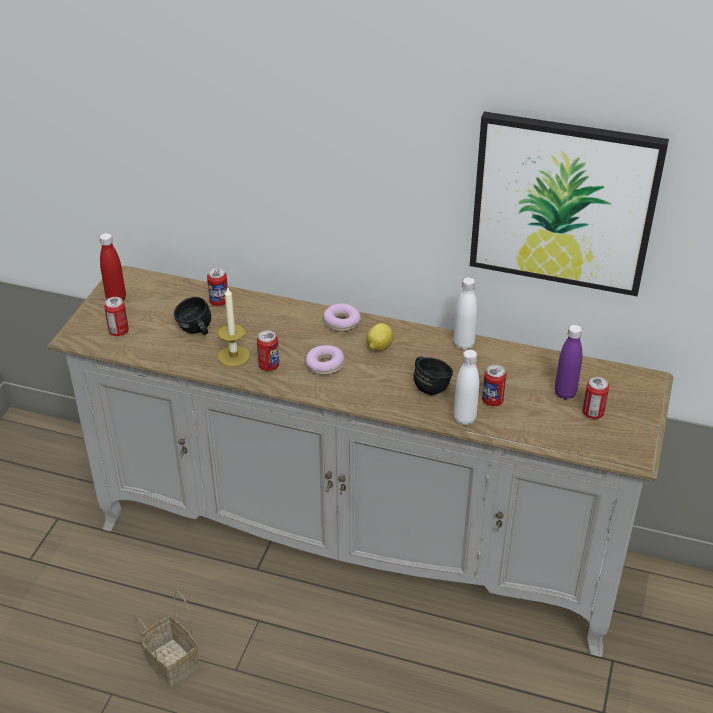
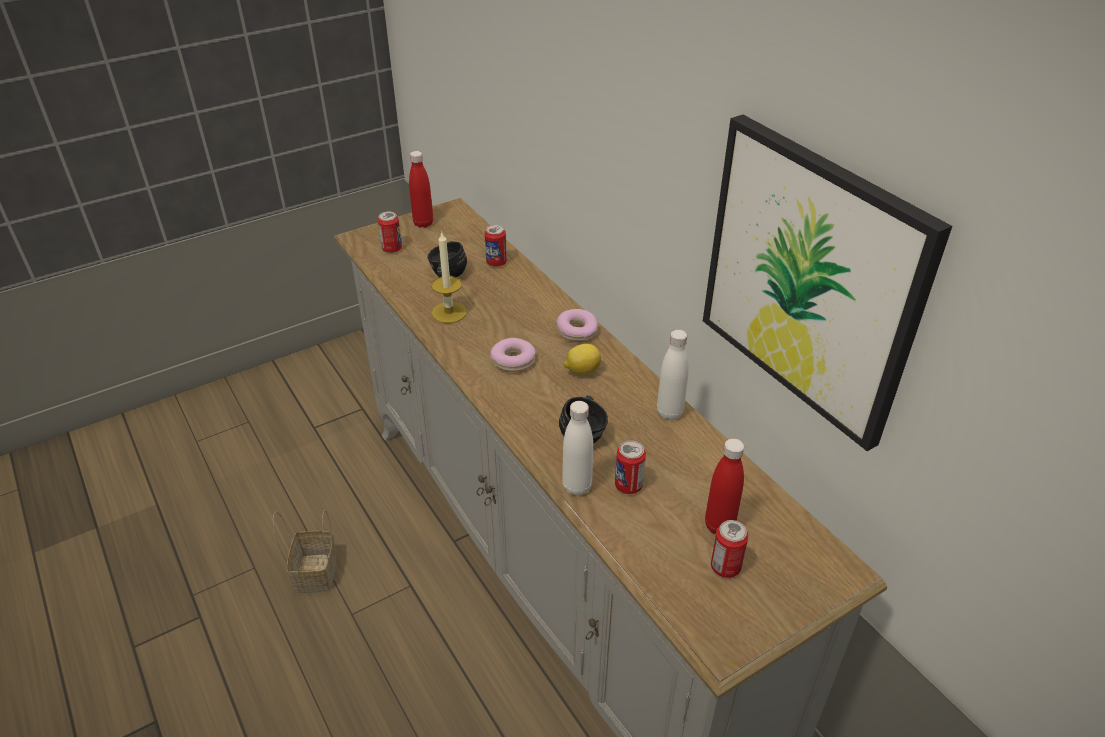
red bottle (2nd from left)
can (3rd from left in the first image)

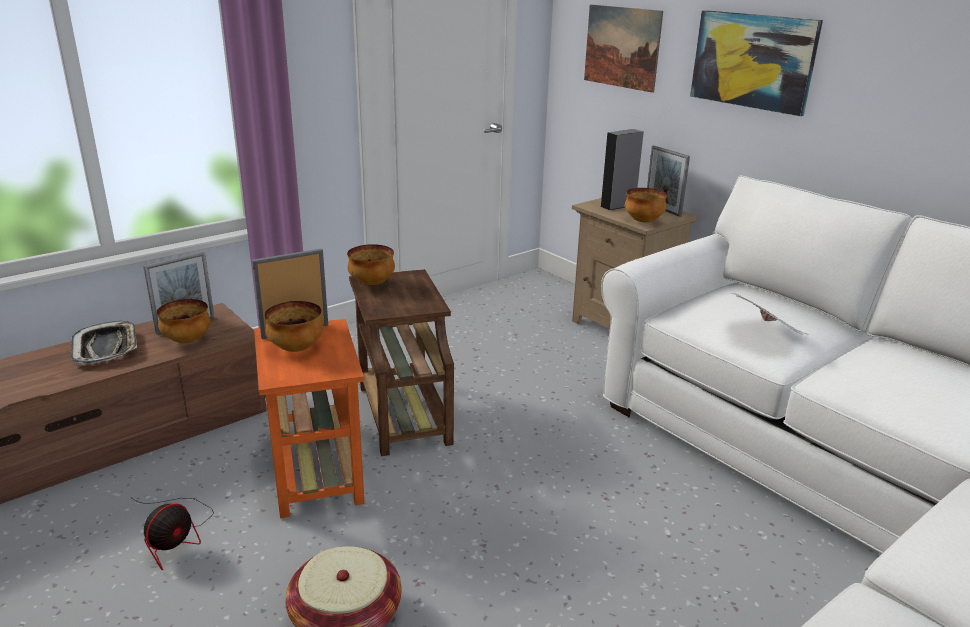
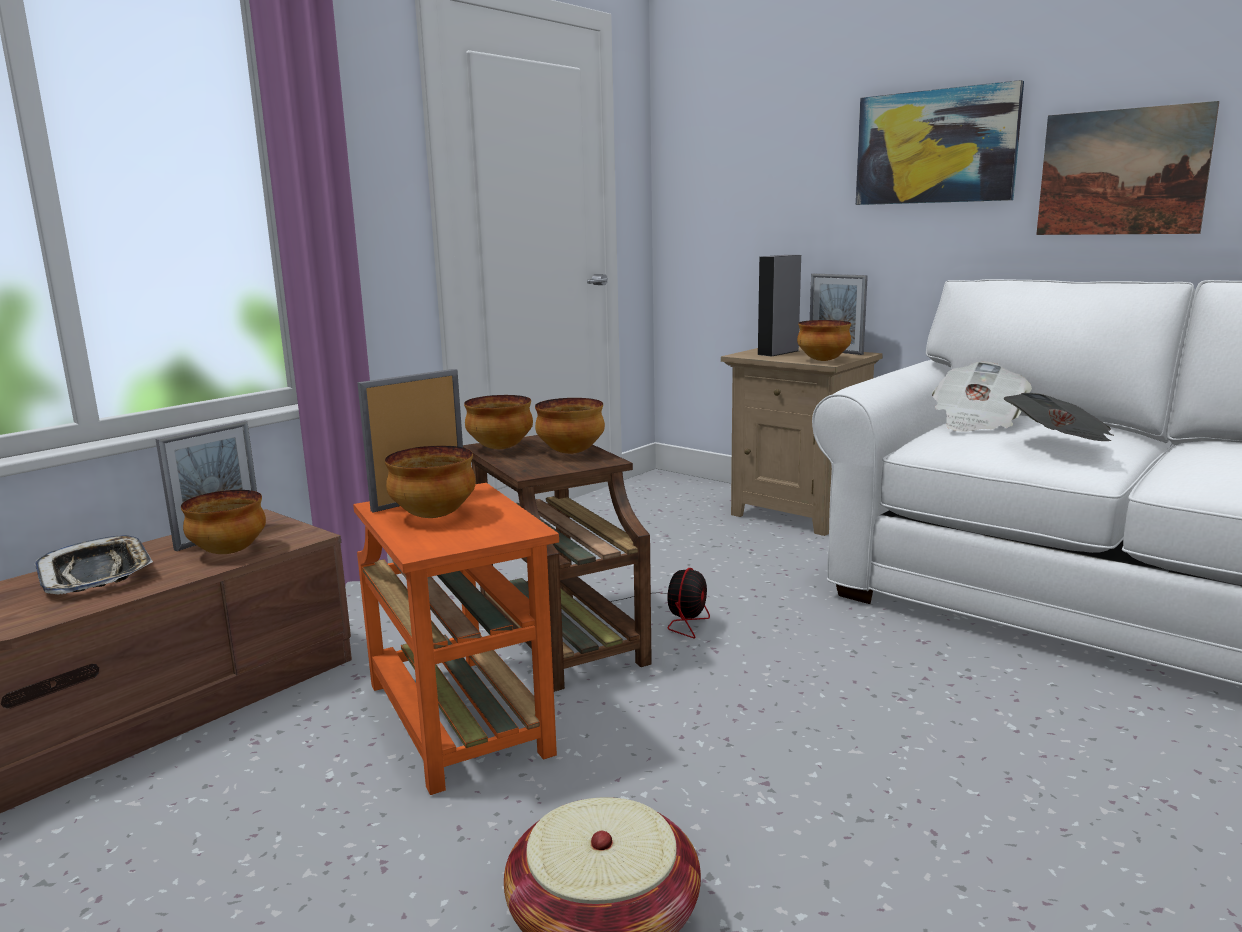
picture (2nd from left)
fan
newspaper (1st from left)
bowl (4th from left)

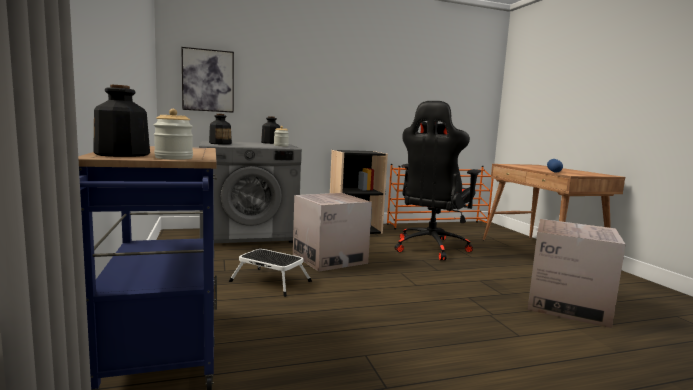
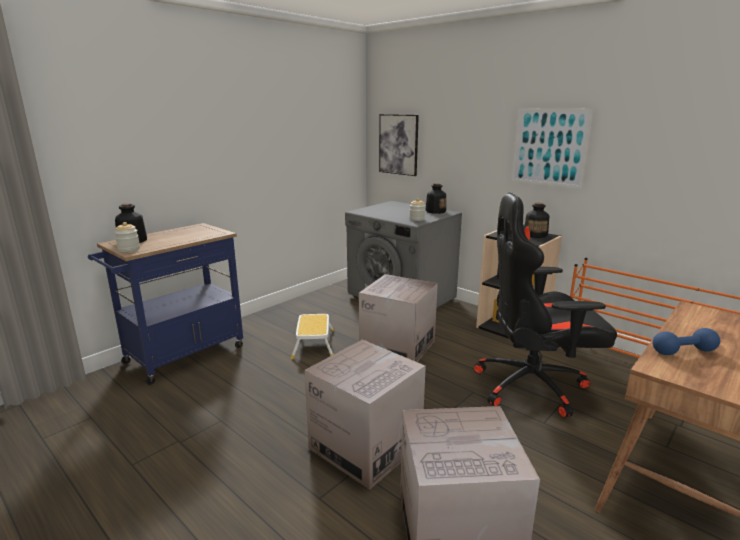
bottle (3rd from left)
yellow step ladder
picture (2nd from left)
cardboard box (1st from left)

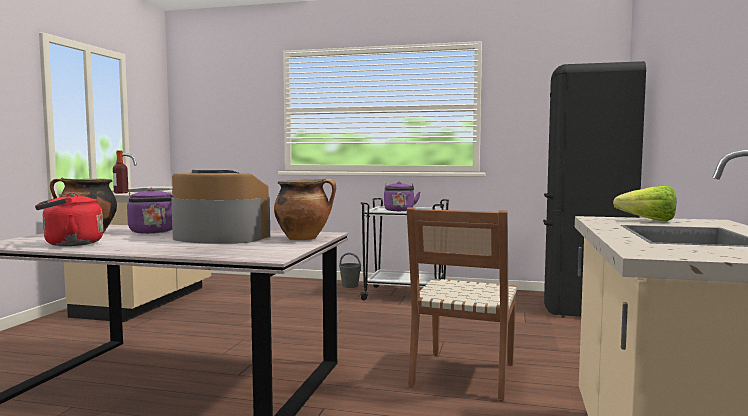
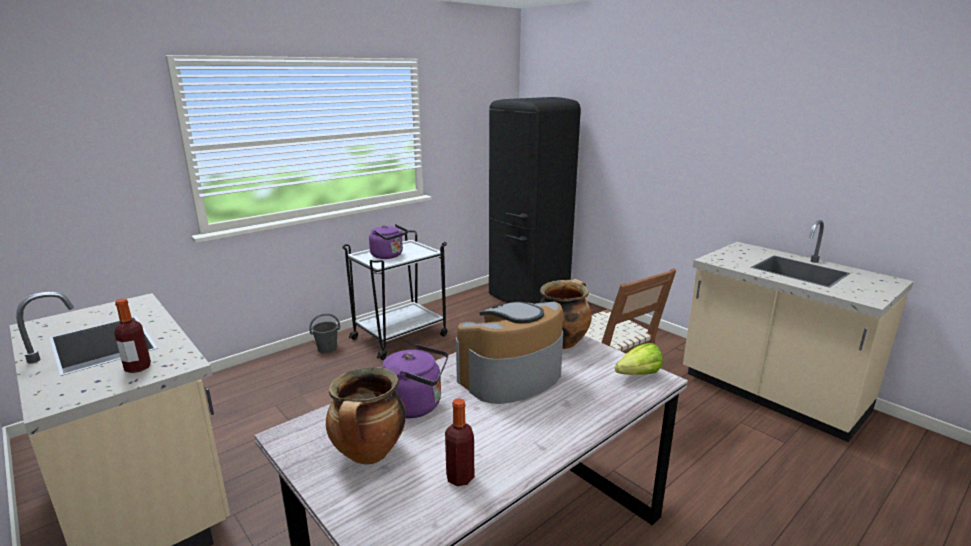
lettuce
bottle (2nd from left)

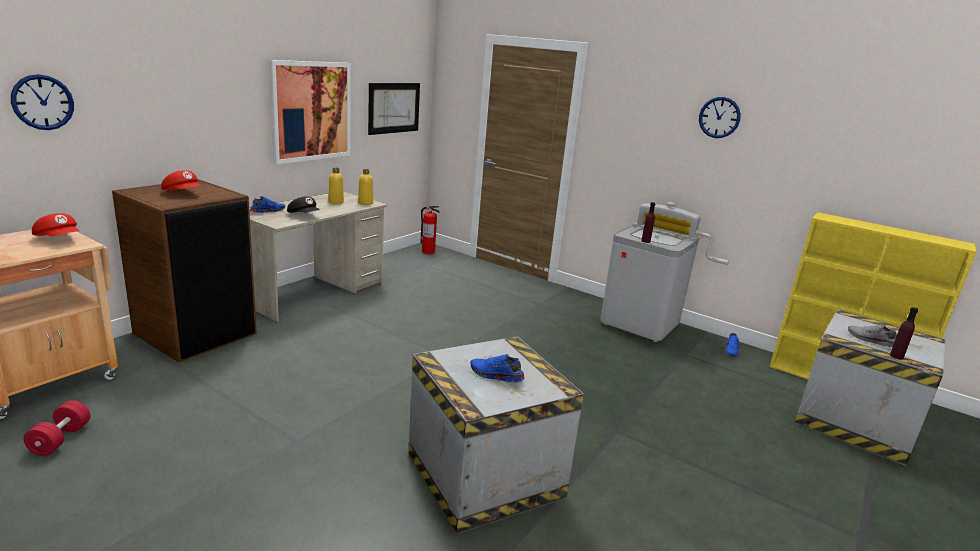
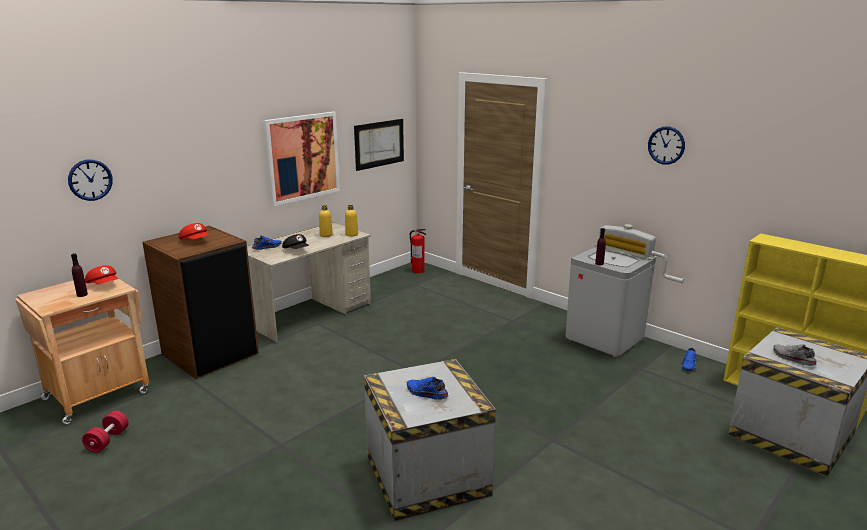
purple bottle (1st from left)

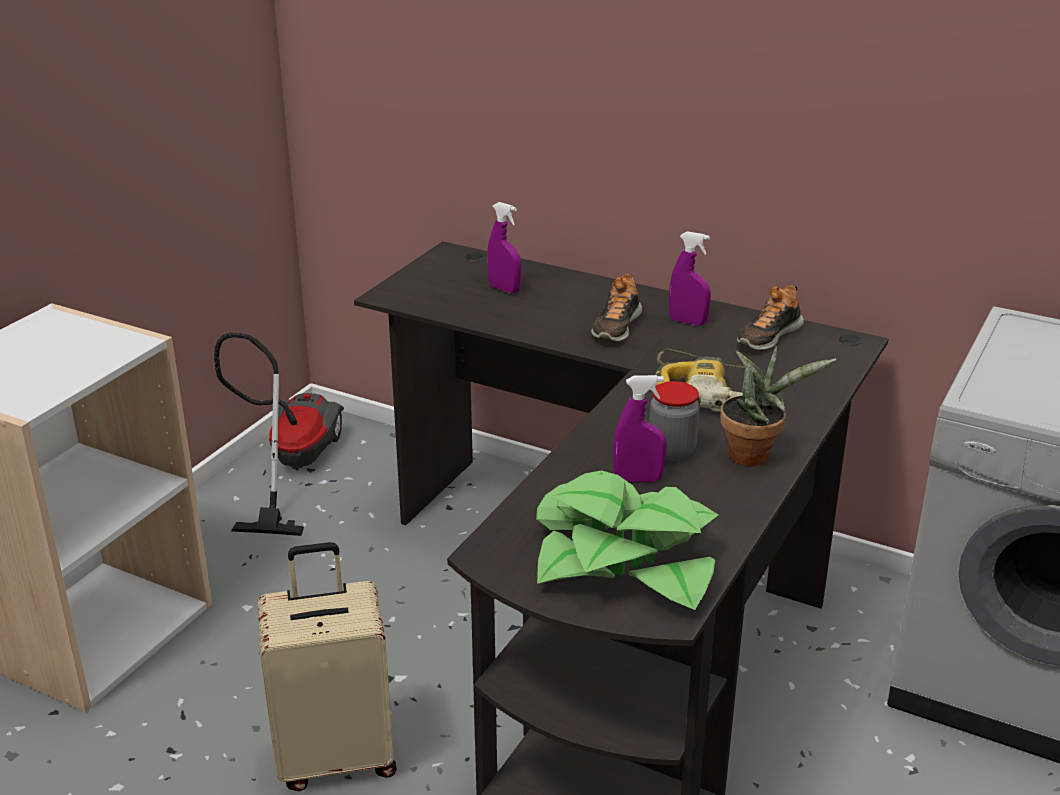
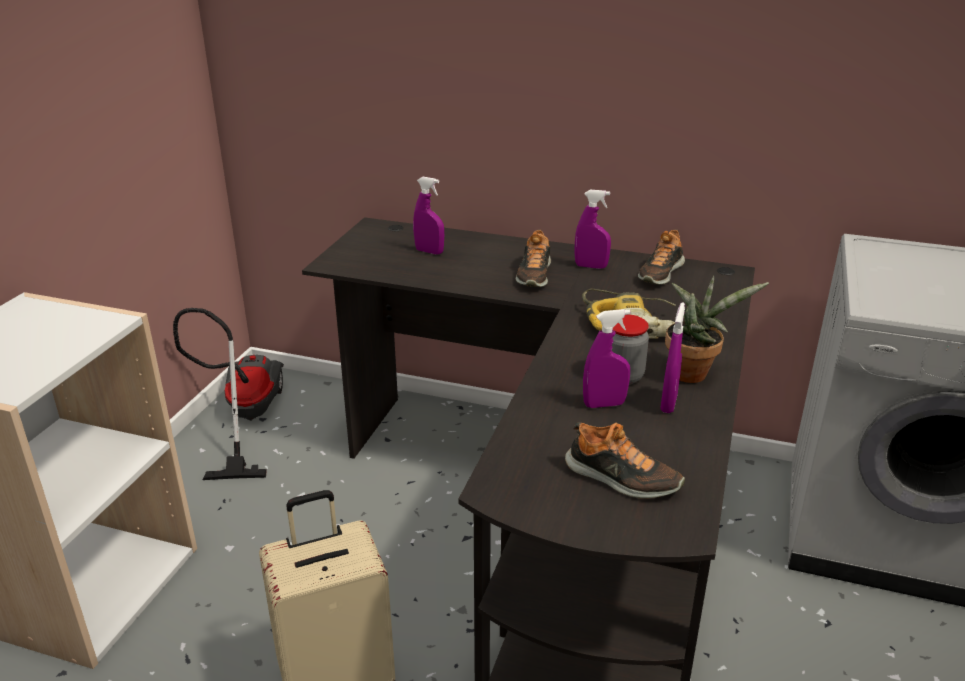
shoe (2nd from left)
purple spray bottle (4th from left)

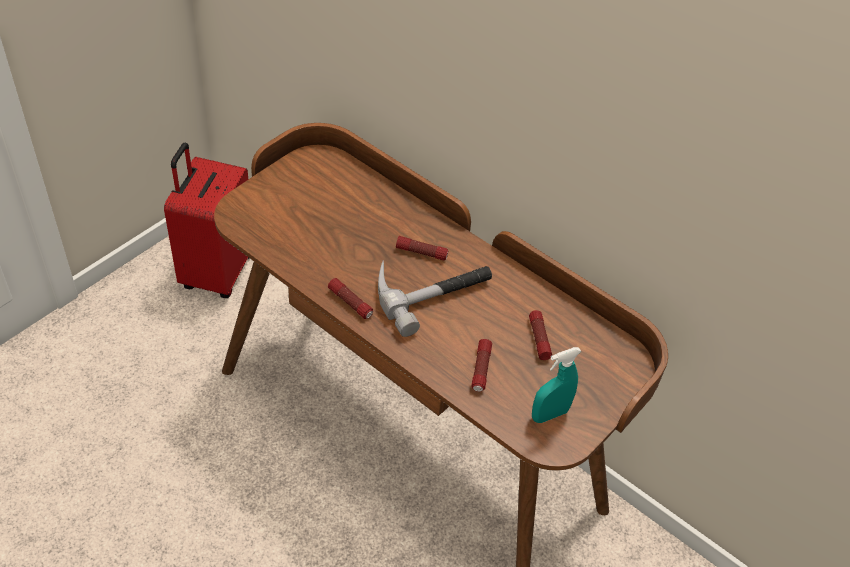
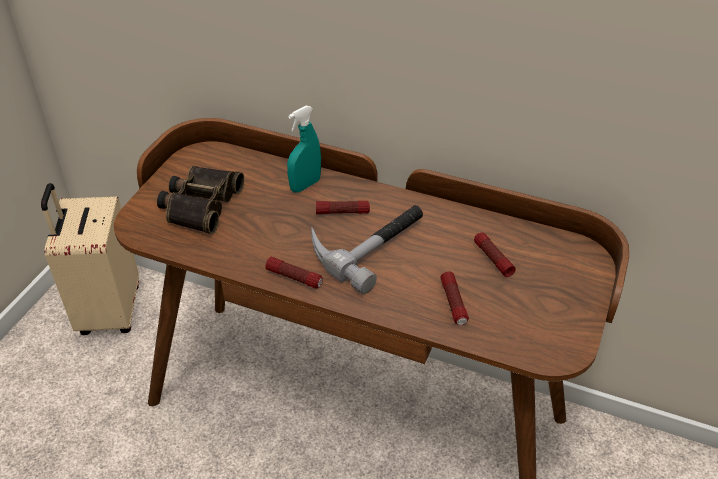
beige suitcase
turquoise spray bottle
binoculars

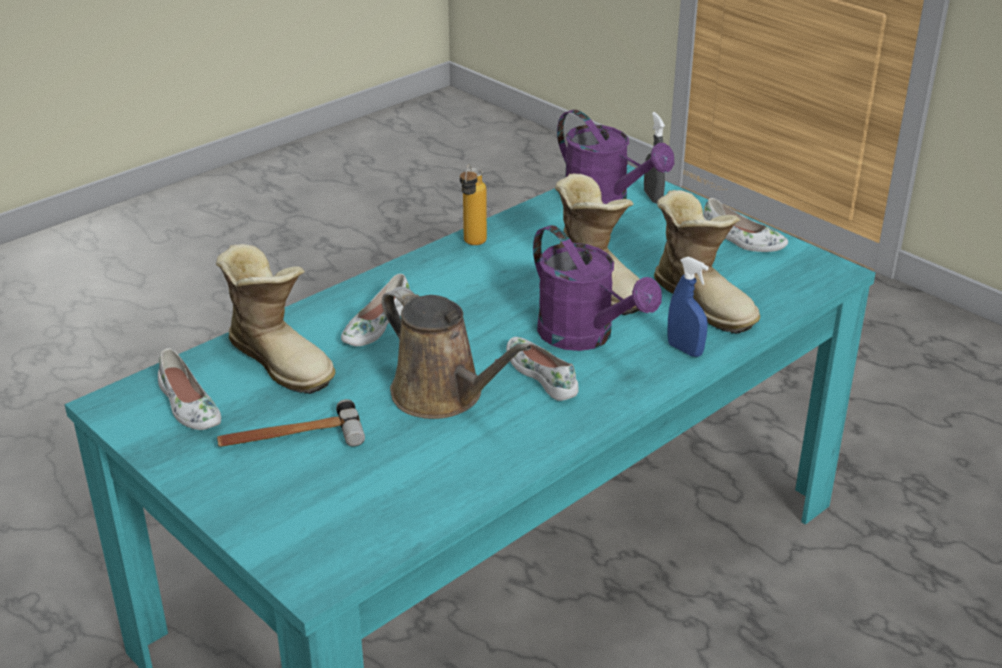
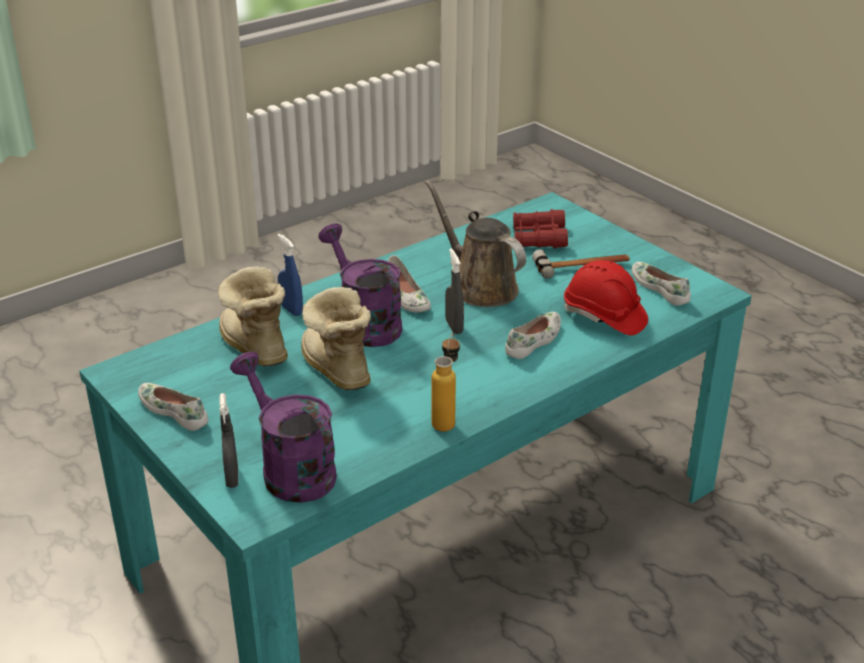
red hard hat
red binoculars
grey spray bottle (2nd from left)

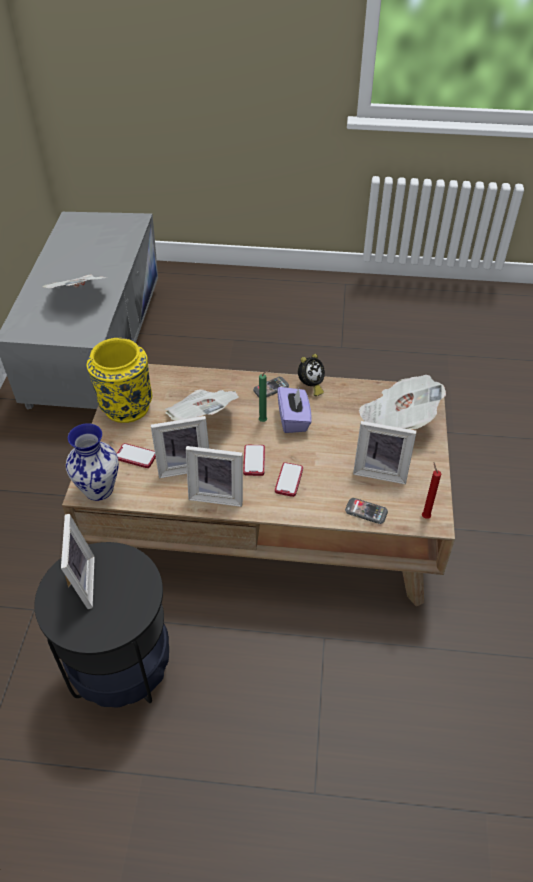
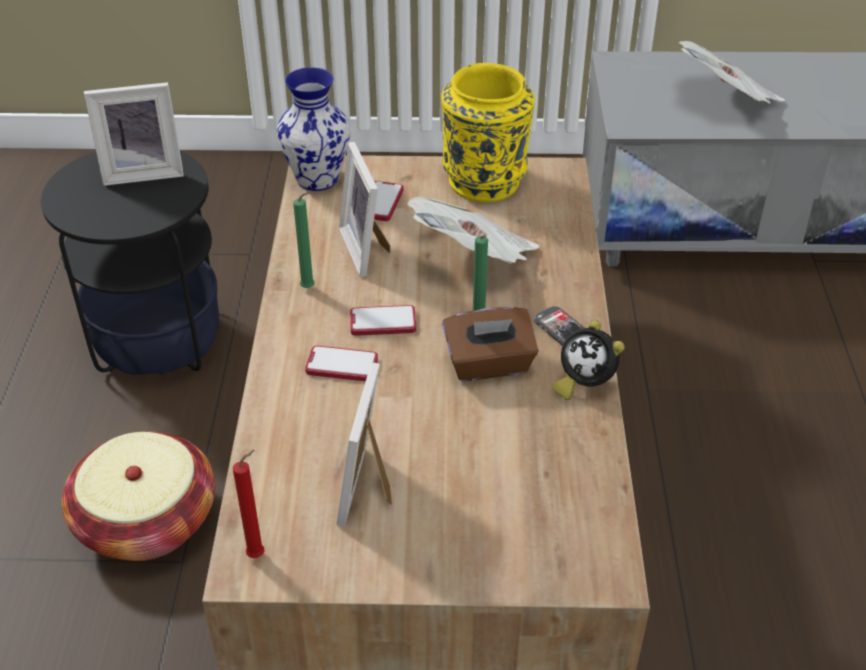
newspaper (3rd from left in the first image)
brown tissue box
green candle (1st from left)
phone (5th from left in the first image)
basket

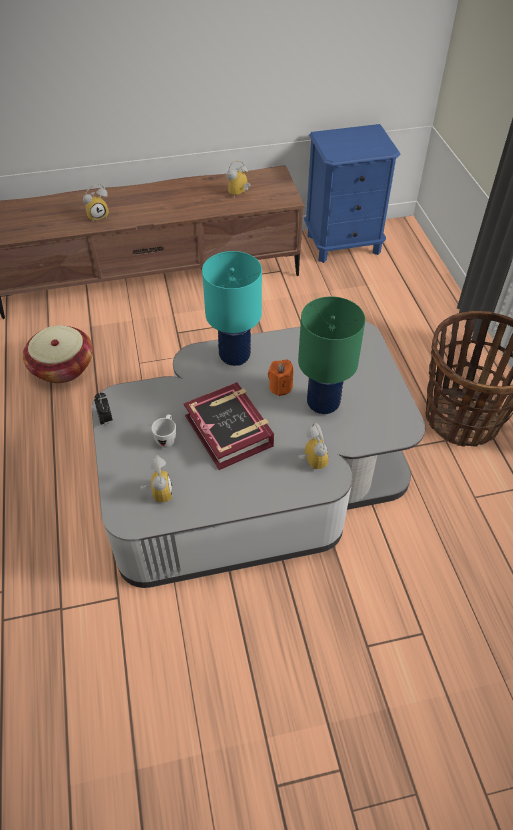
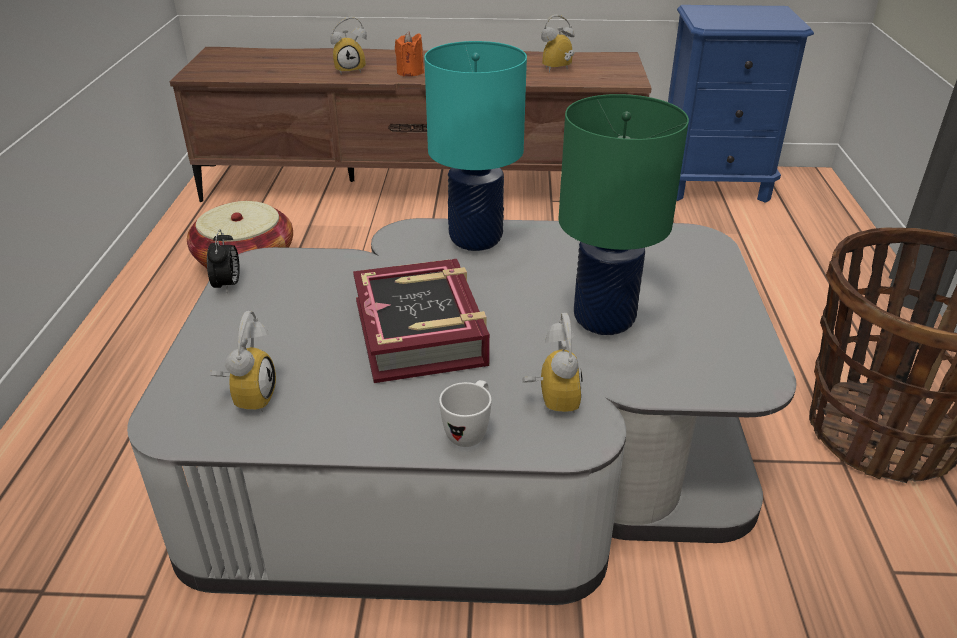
orange candle
white mug

